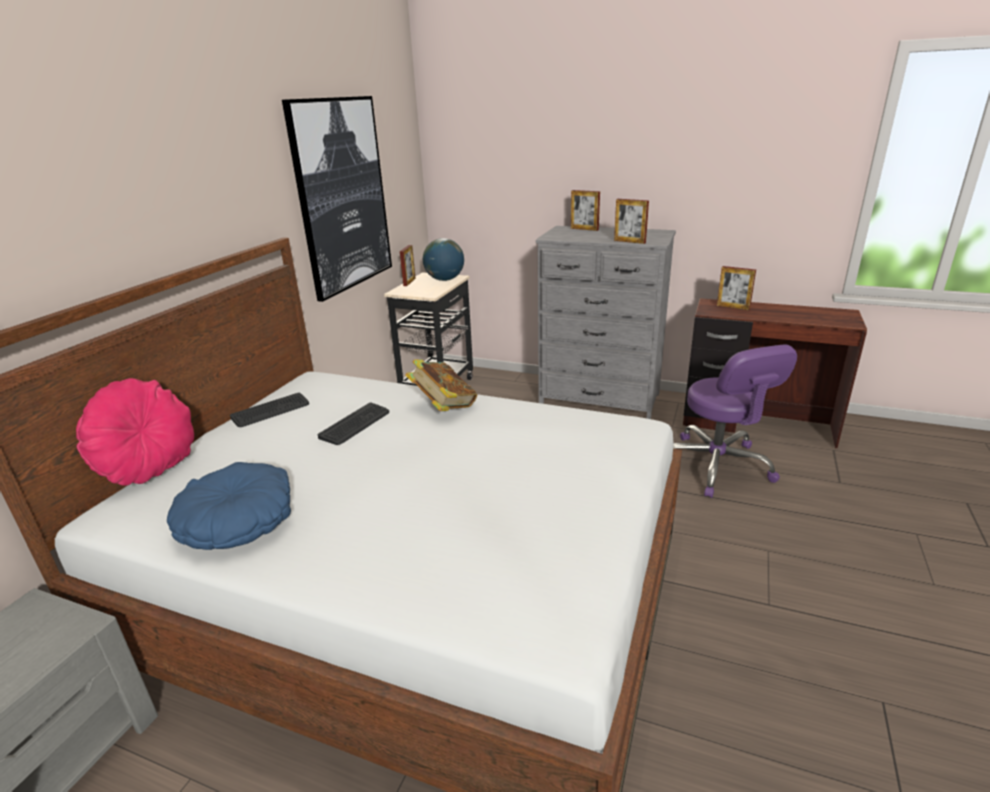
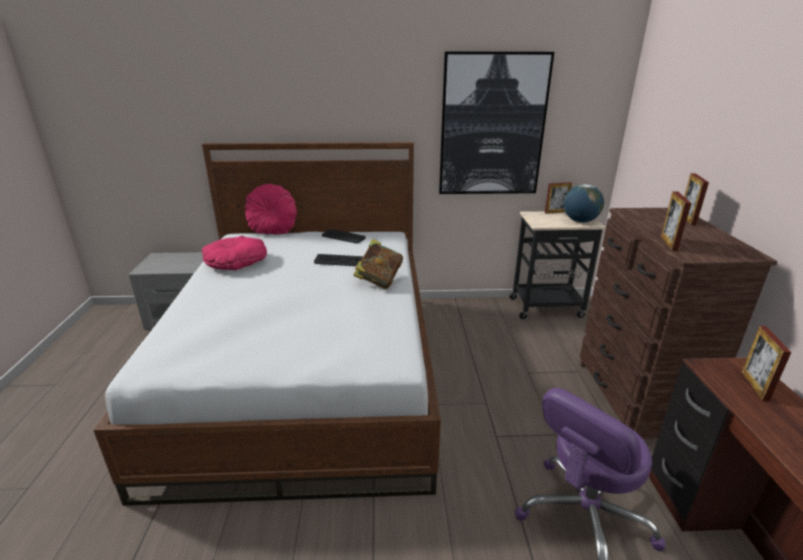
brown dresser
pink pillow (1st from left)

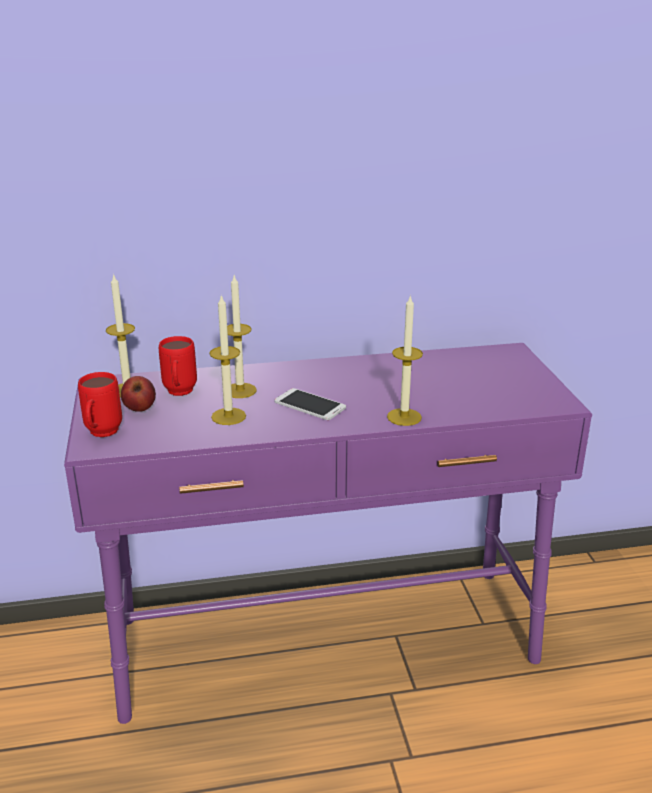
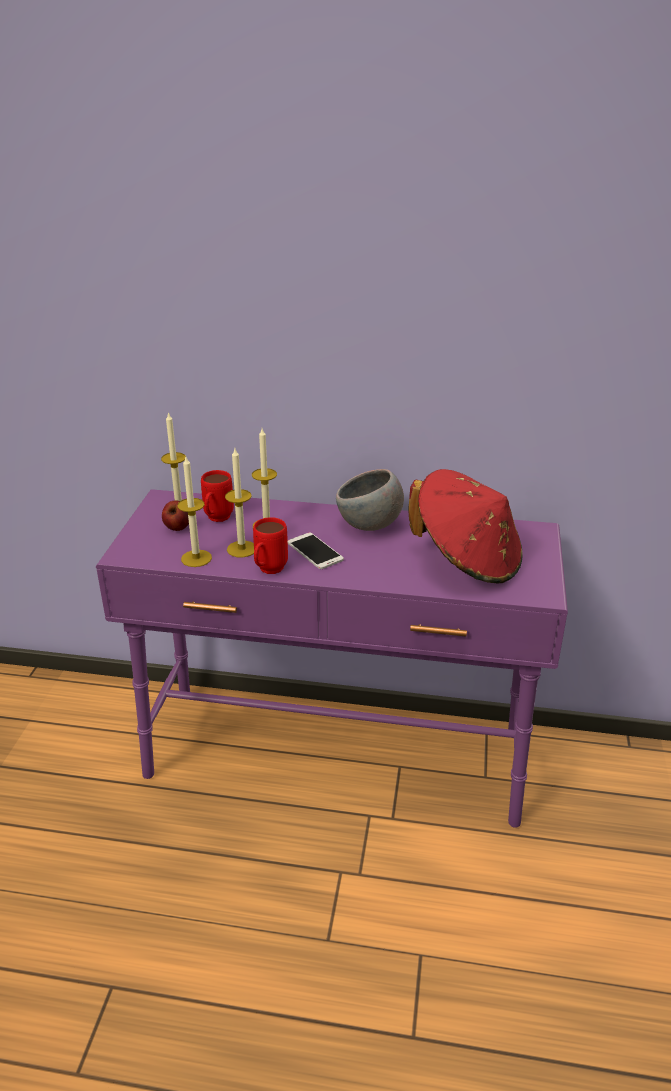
candle (2nd from left)
red mug (2nd from left)
grey bowl
red hat

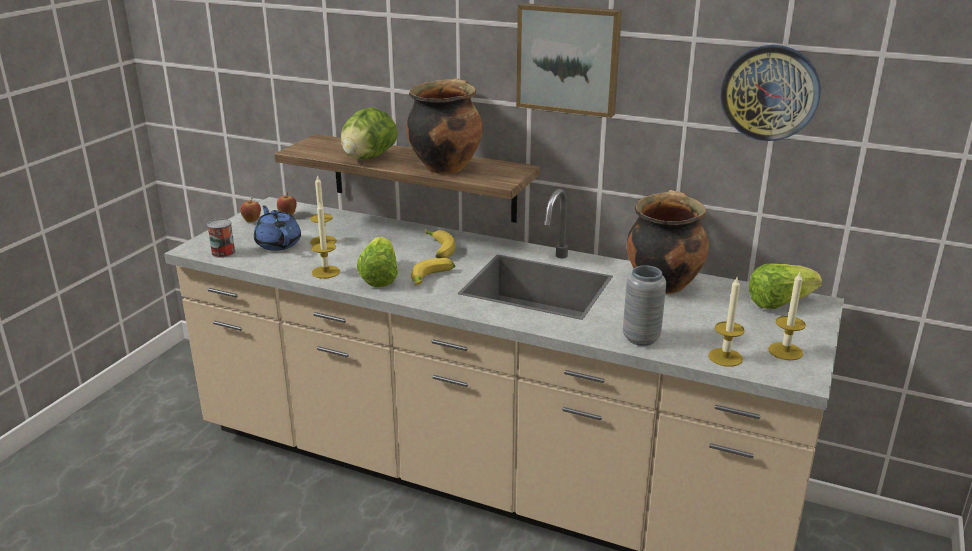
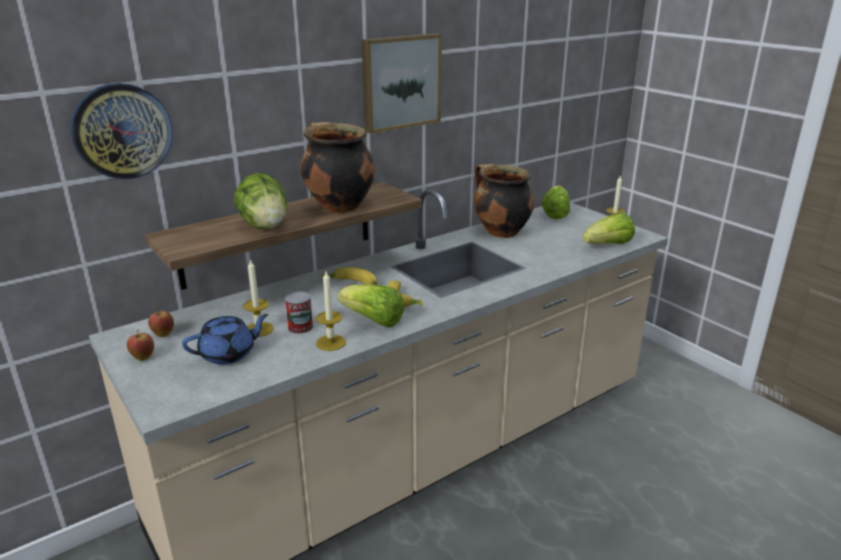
wall clock
blue teapot
can
grey vase
lettuce (4th from left)

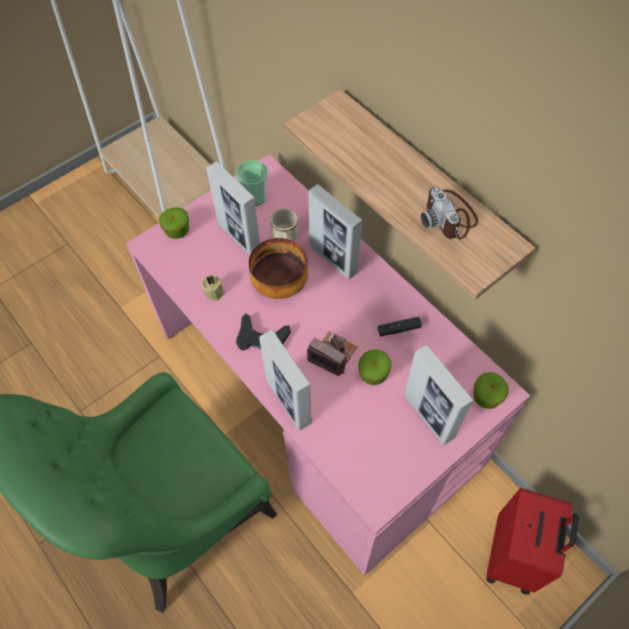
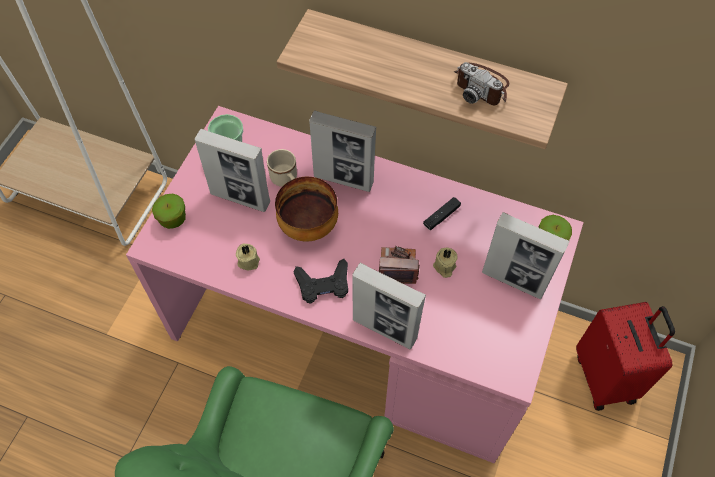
beige candle (2nd from left)

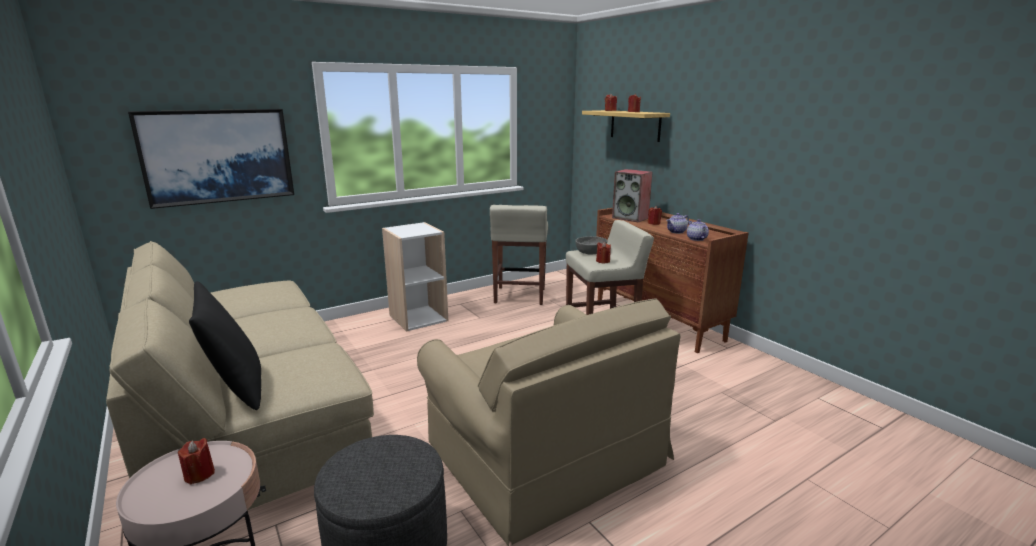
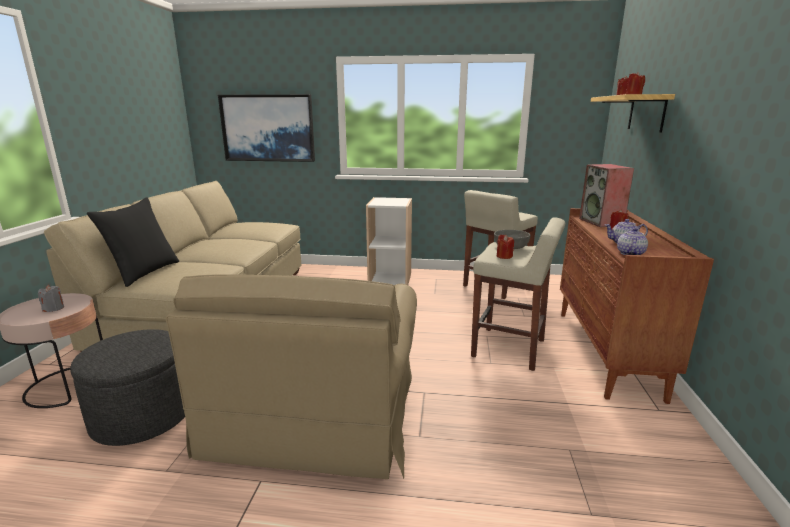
grey candle

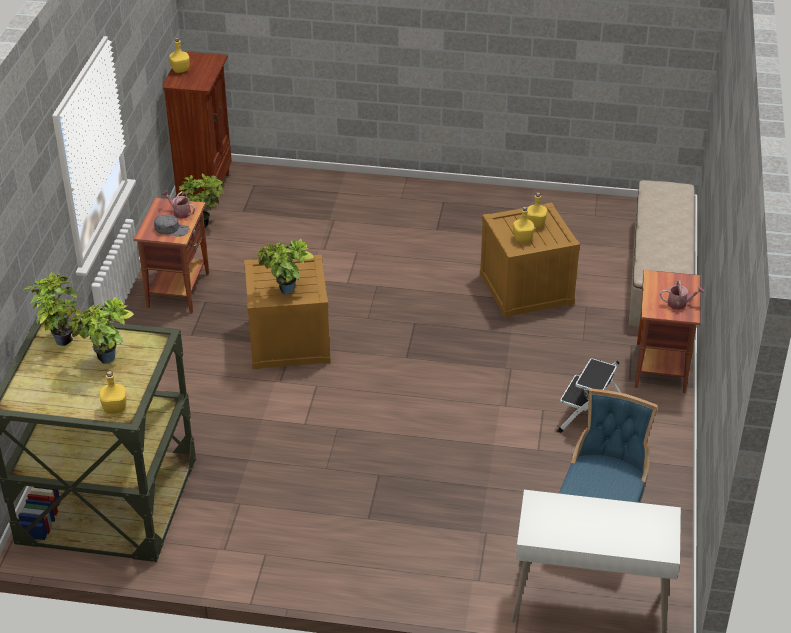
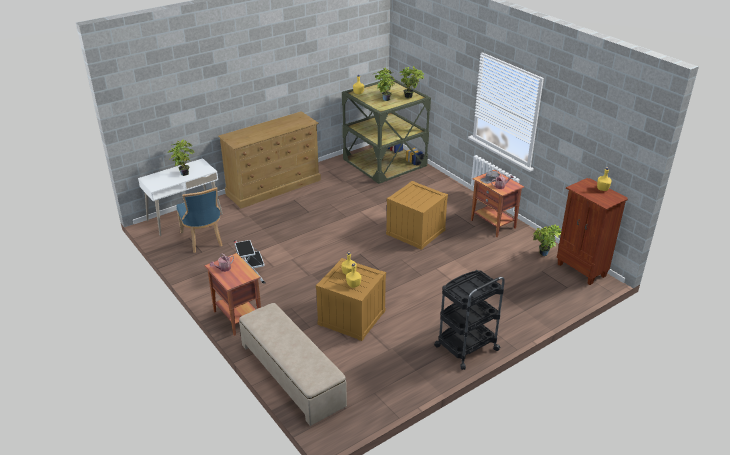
potted plant (1st from left)
brown dresser
black cart

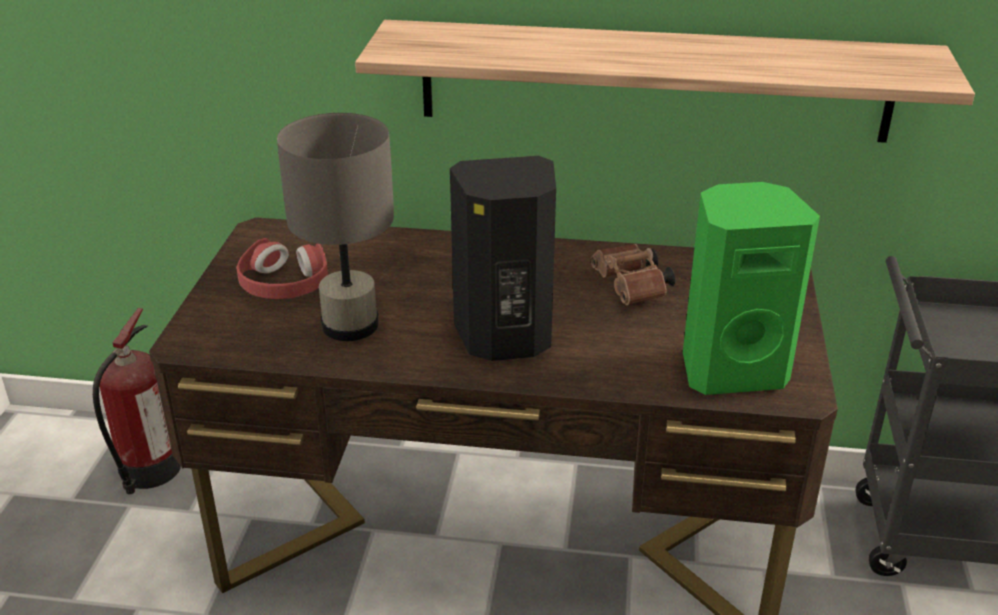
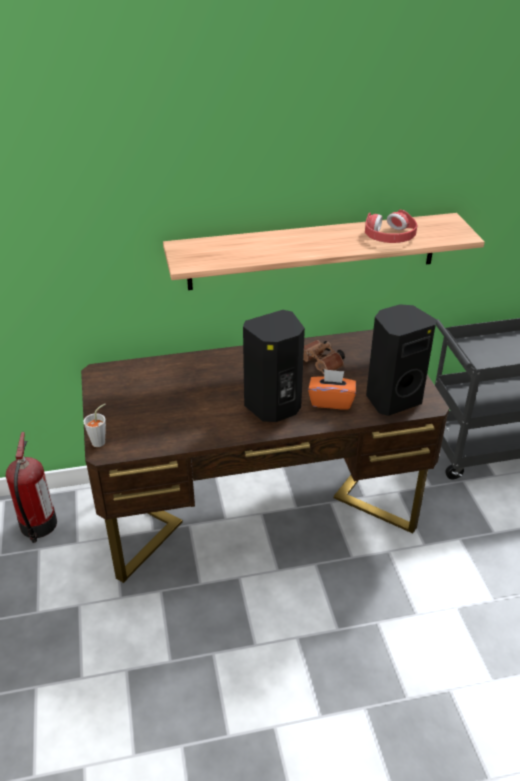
grey table lamp
black speaker (2nd from left)
red headphones
orange tissue box
grey cup

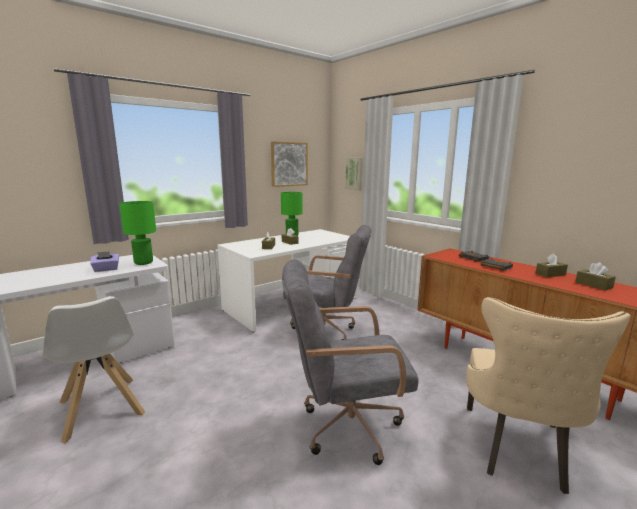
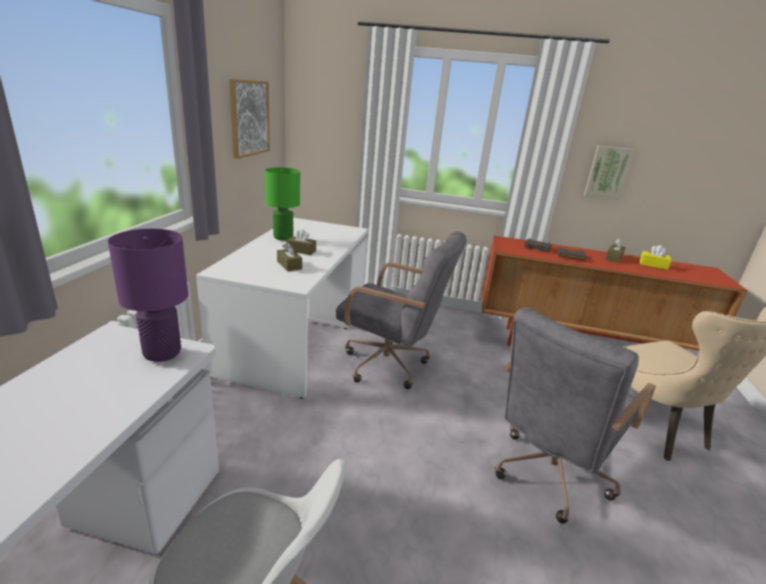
picture (2nd from left)
purple table lamp
grey office chair (1st from left)
purple tissue box
yellow tissue box

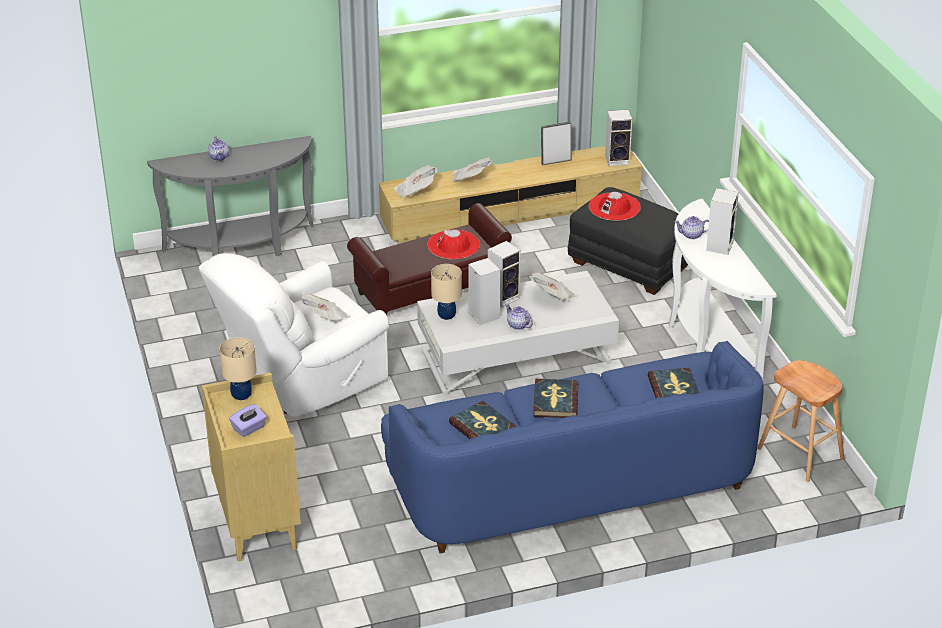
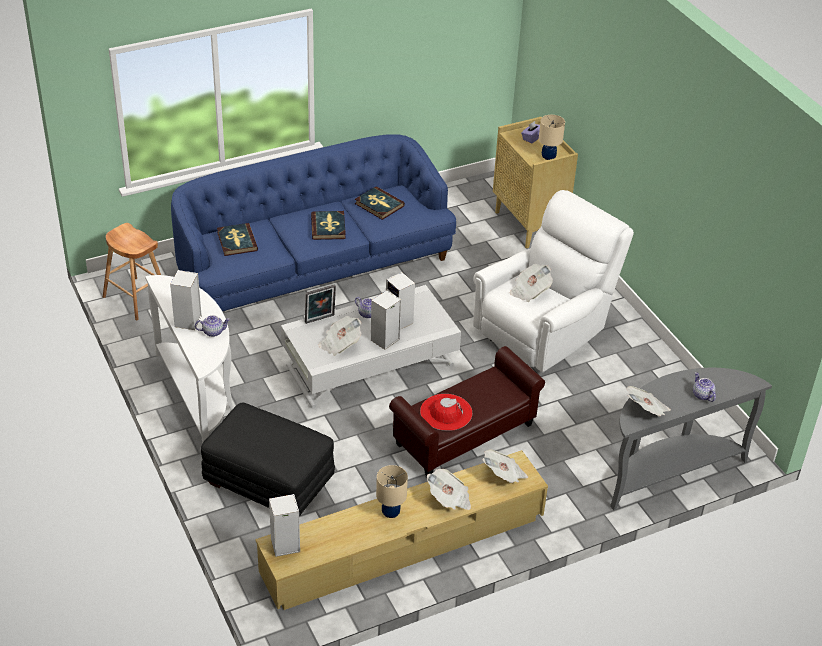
picture frame
red hat (2nd from left in the first image)
beige table lamp (1st from left)
newspaper (5th from left)

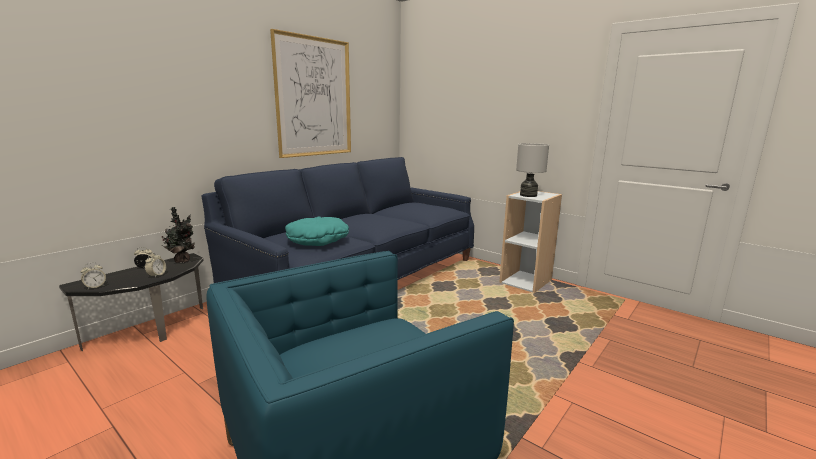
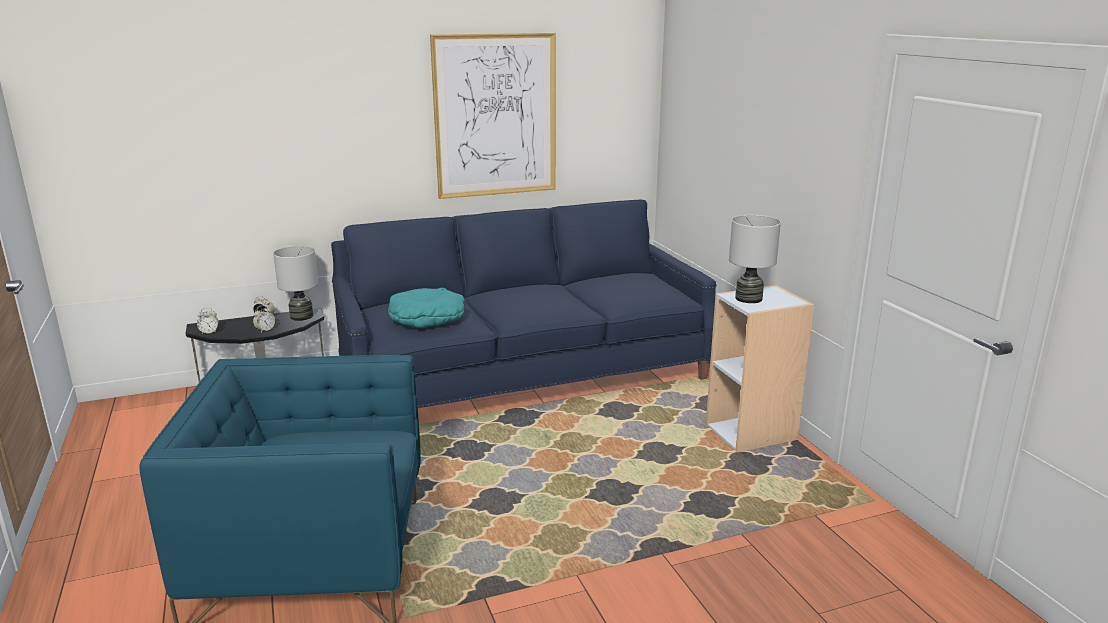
grey table lamp (1st from left)

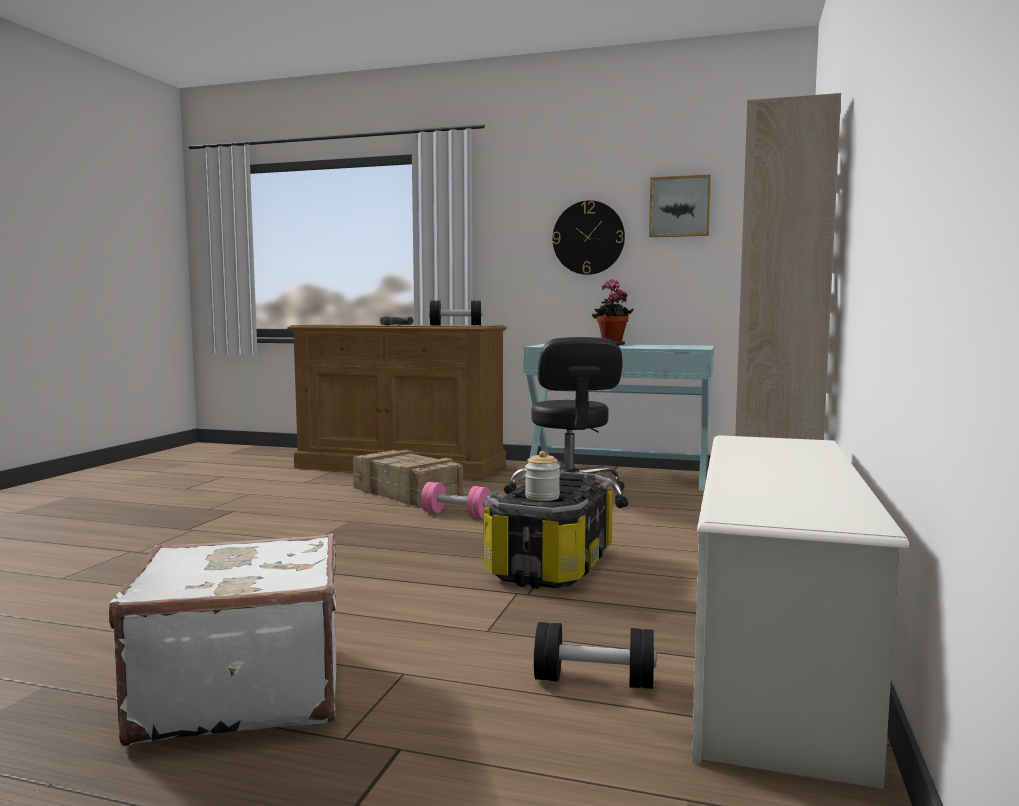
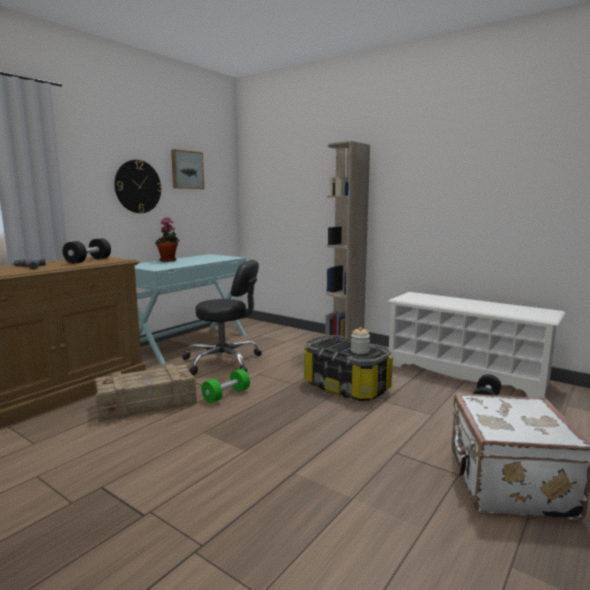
green dumbbell

